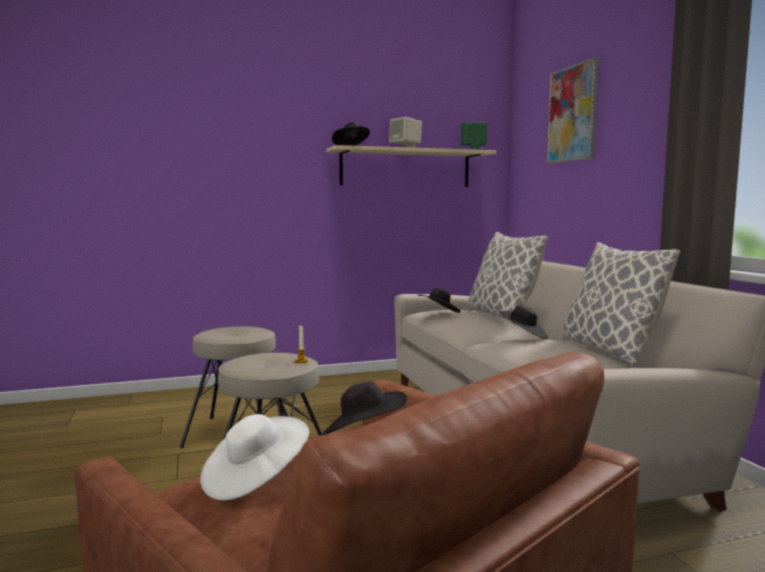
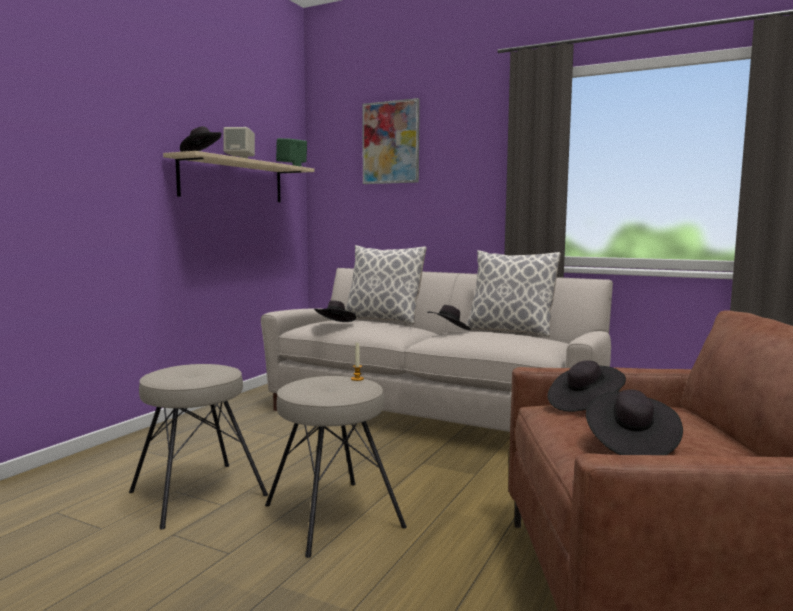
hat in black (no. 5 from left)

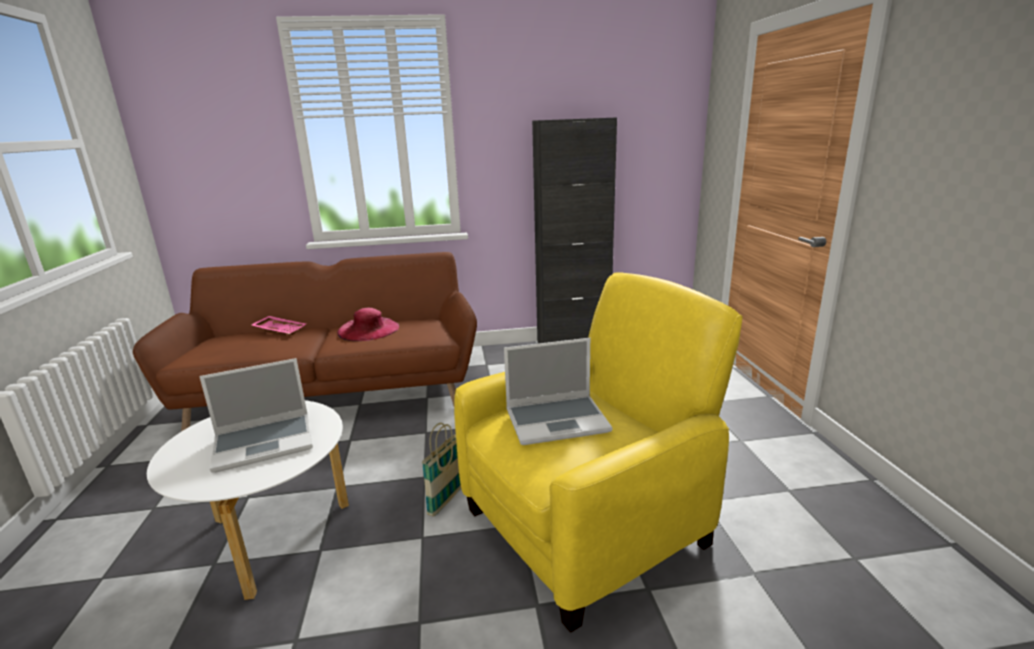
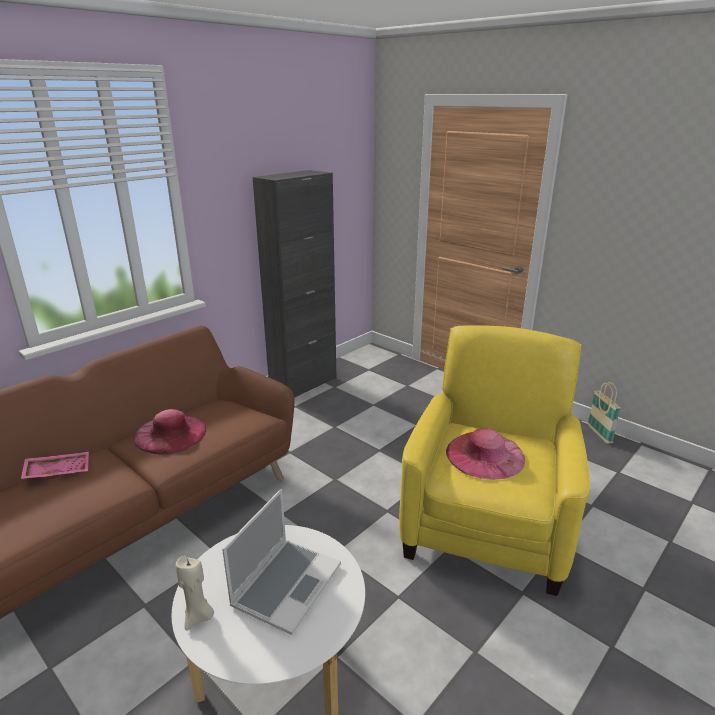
basket
hat in pink (no. 2 from left)
candle in beige

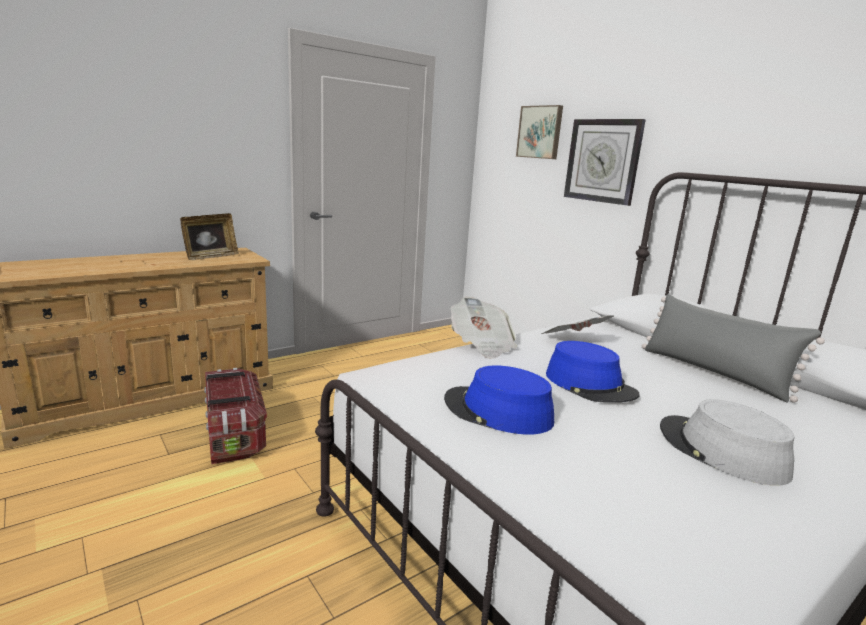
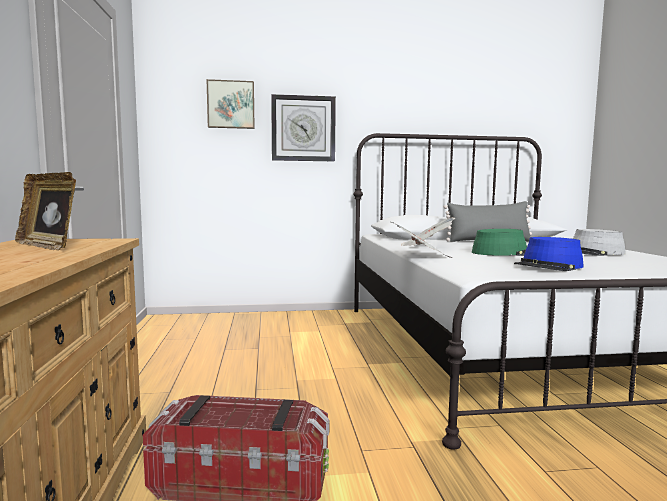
picture frame
hat in green

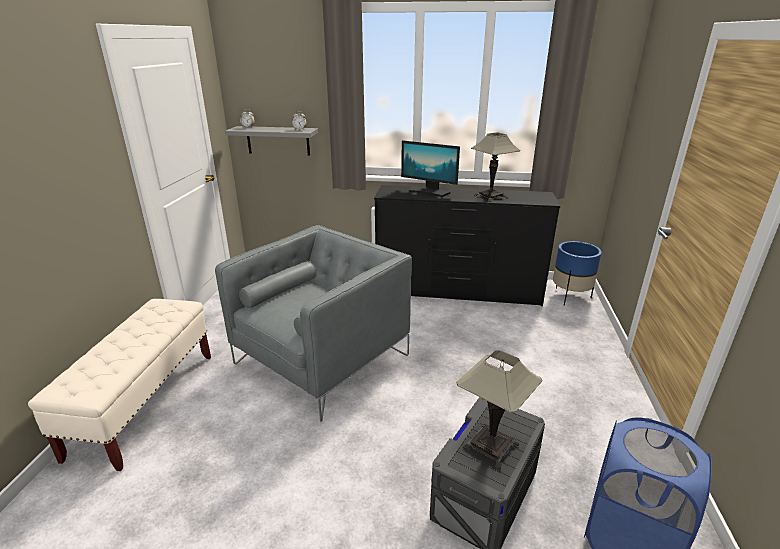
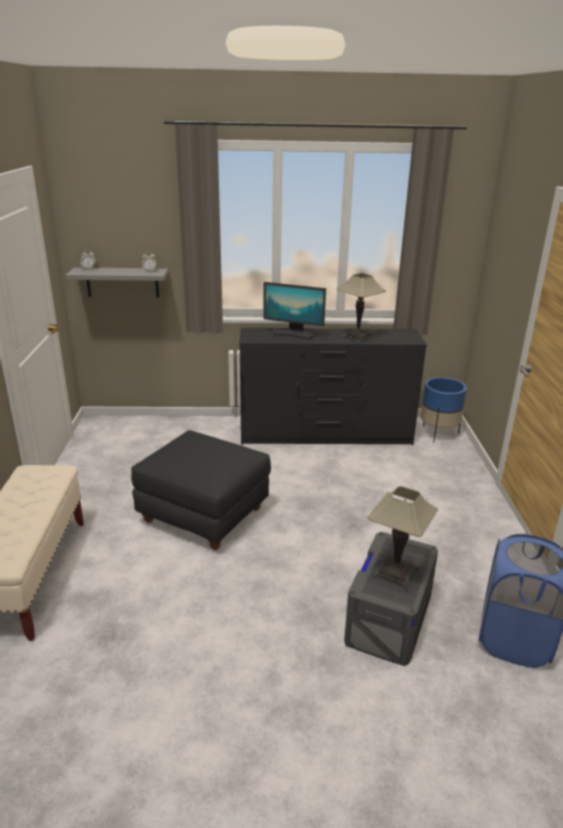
ottoman in black

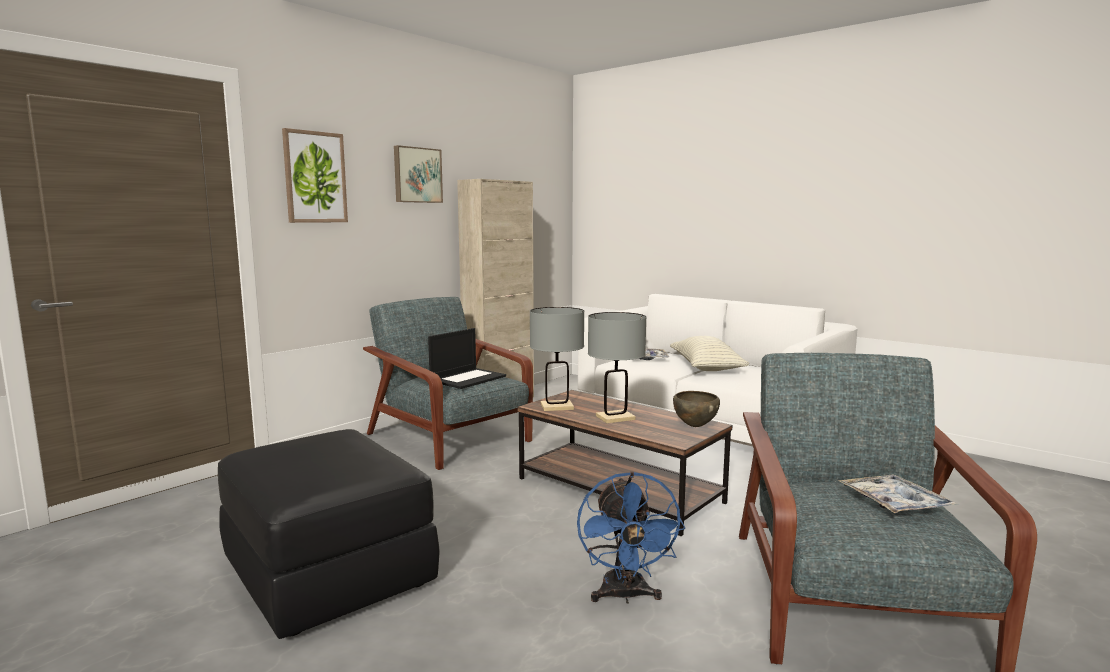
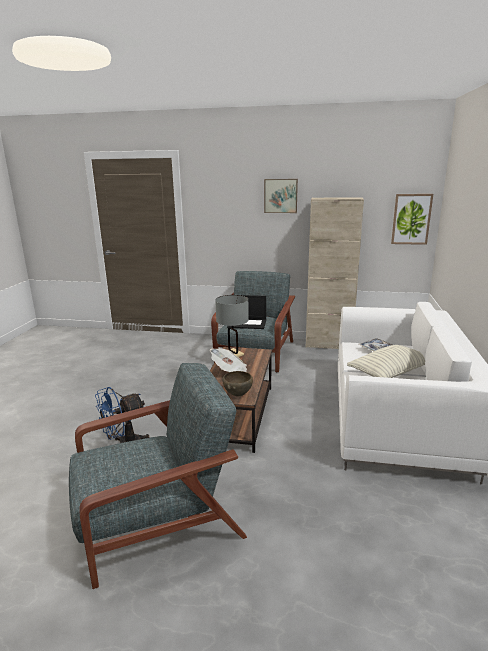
ottoman in black
picture (no. 2 from left)
newspaper
tray (no. 2 from left in the first image)

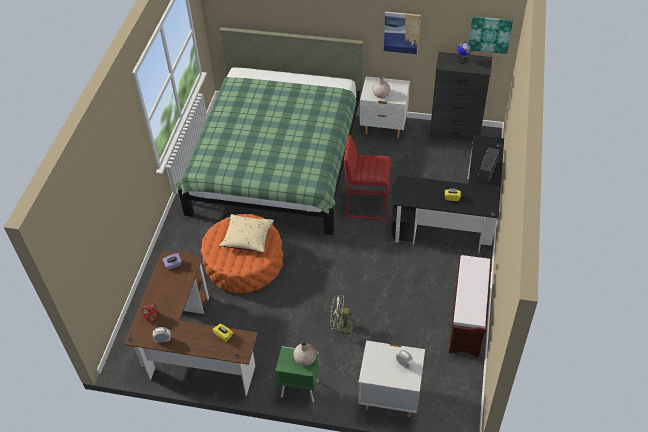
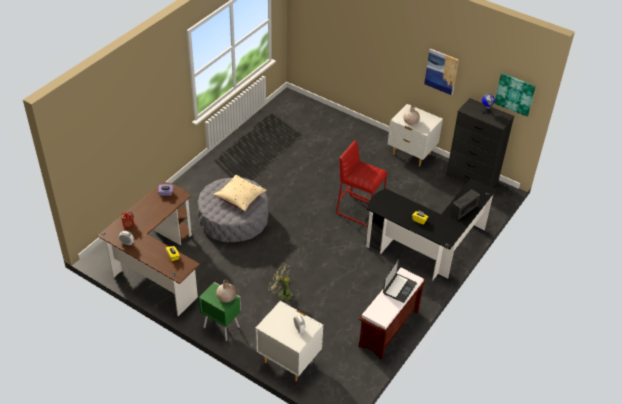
bed in green
ottoman in grey
laptop

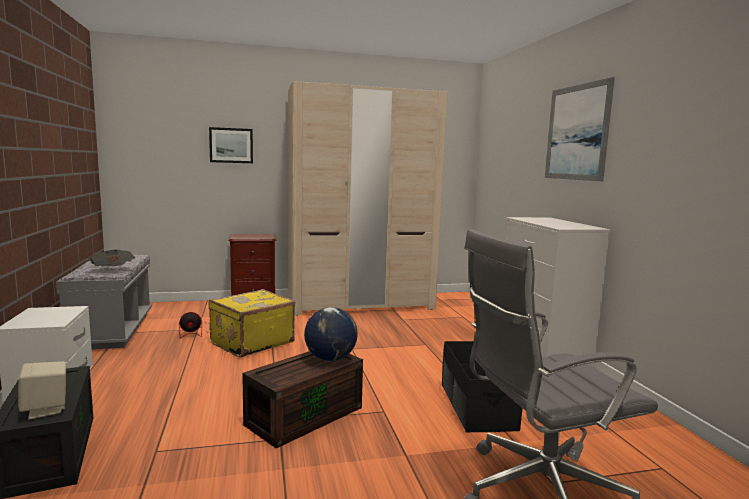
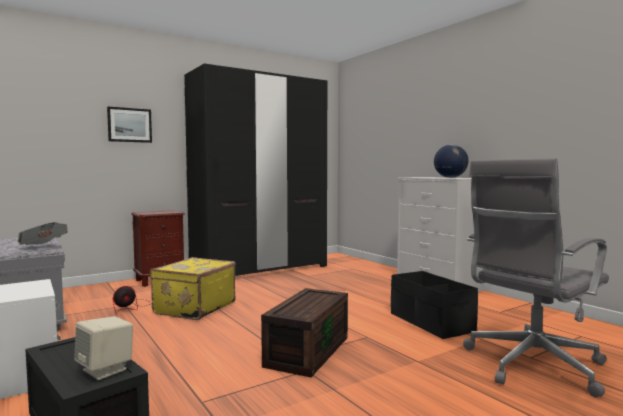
wardrobe in black
globe
picture (no. 2 from left in the first image)

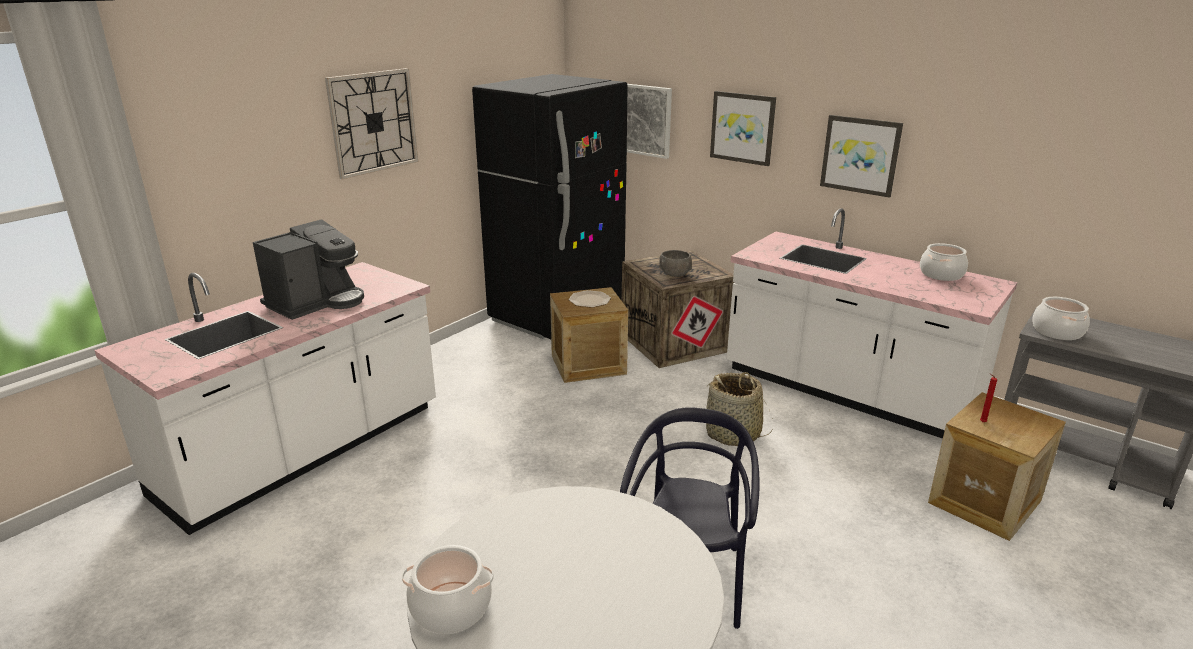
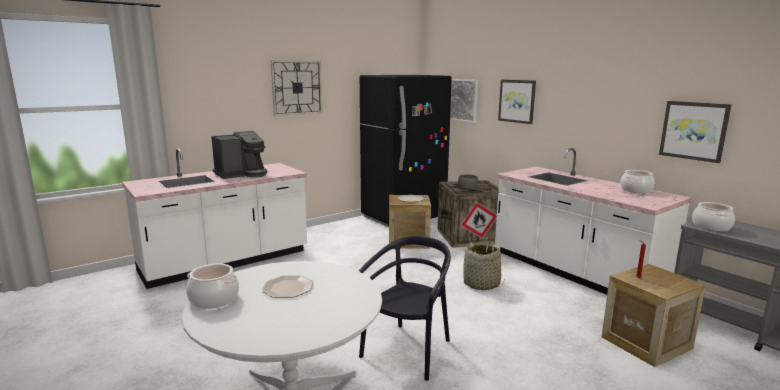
picture (no. 3 from left)
plate (no. 1 from left)

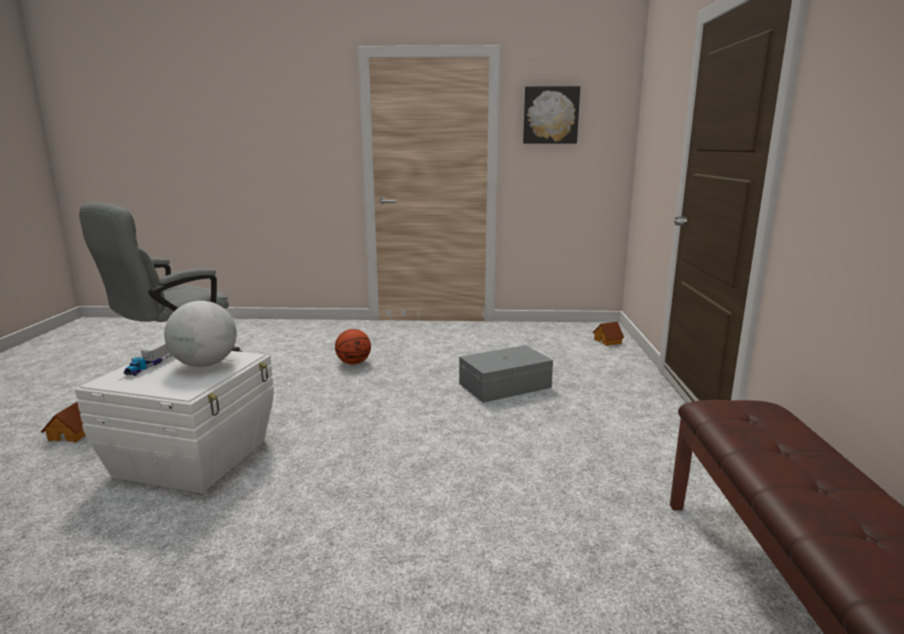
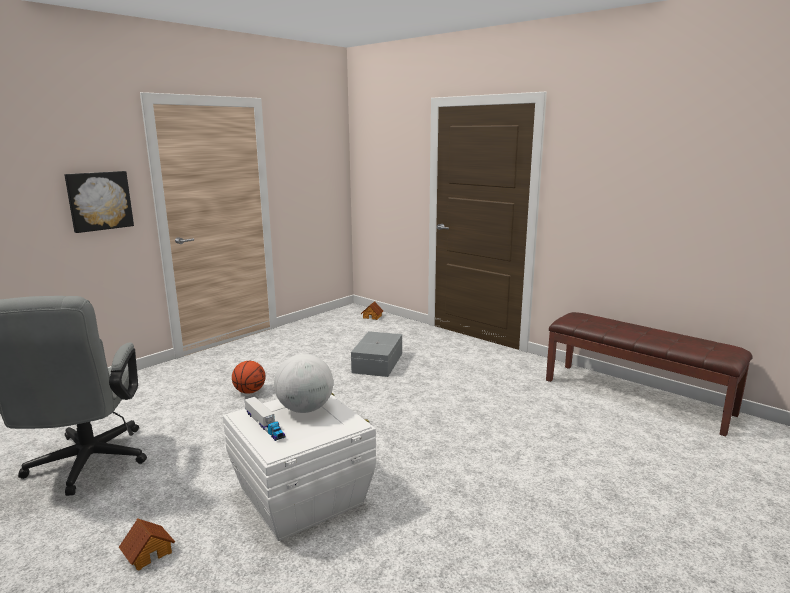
picture

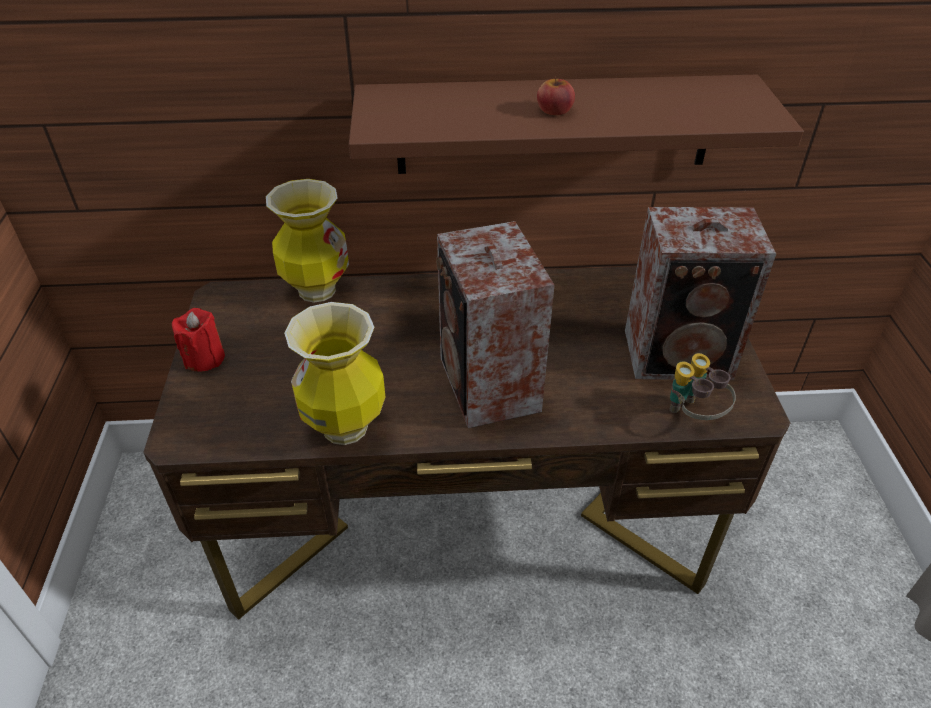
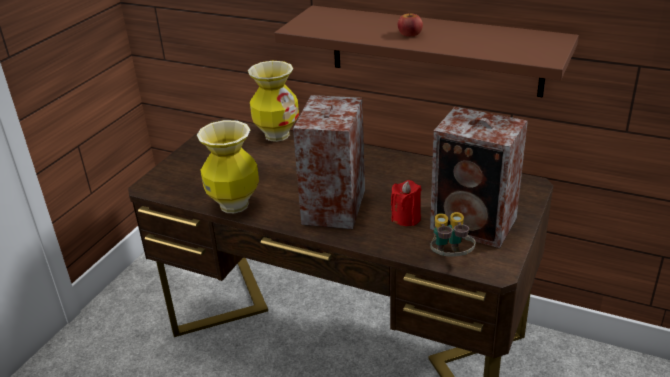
candle in red

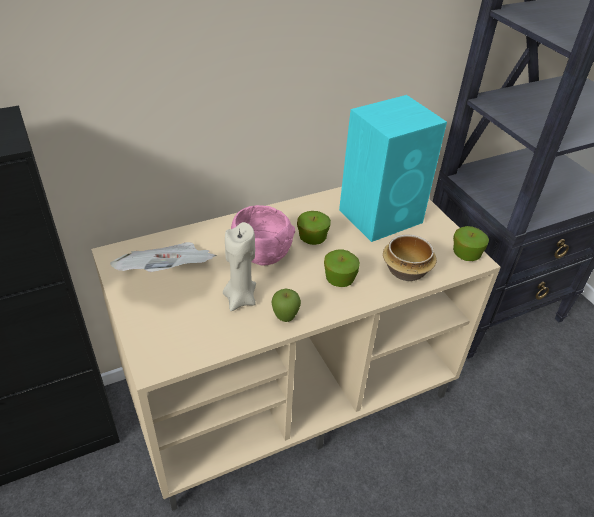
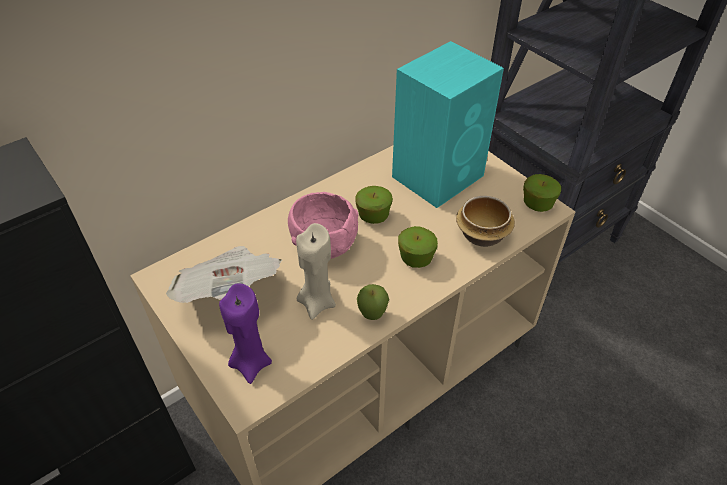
candle in purple

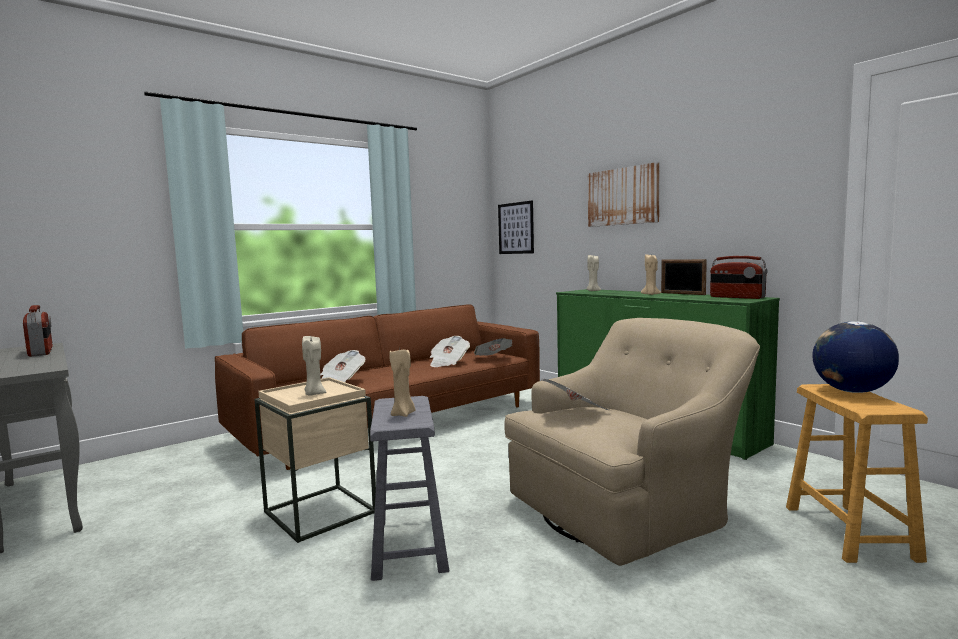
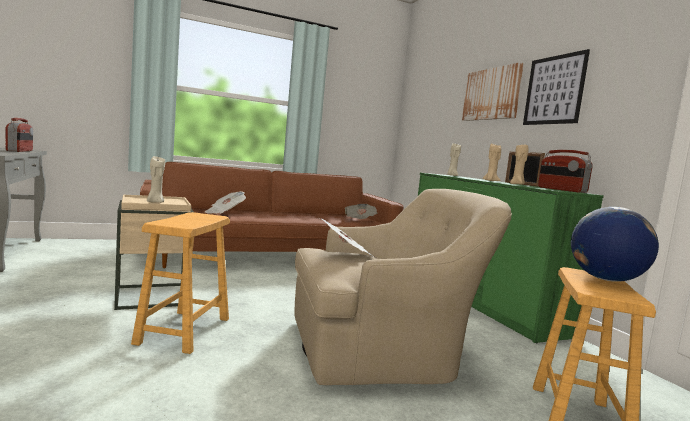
stool in brown (no. 1 from left)
candle in beige (no. 4 from left)
newspaper (no. 2 from left in the first image)
picture (no. 2 from left)

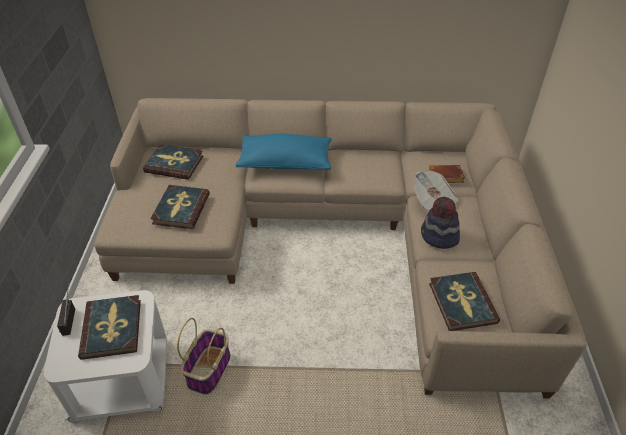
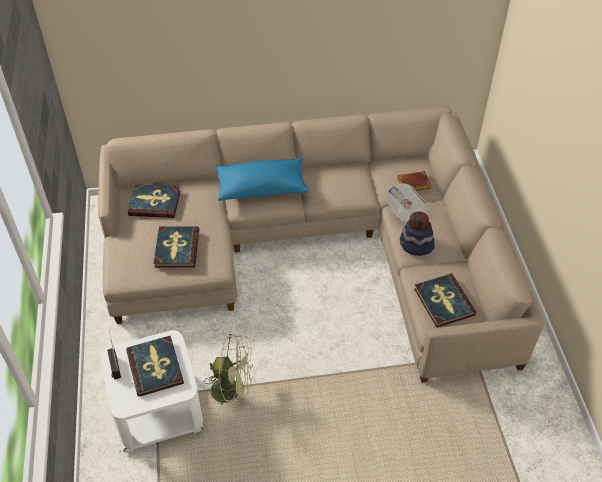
fan in green

